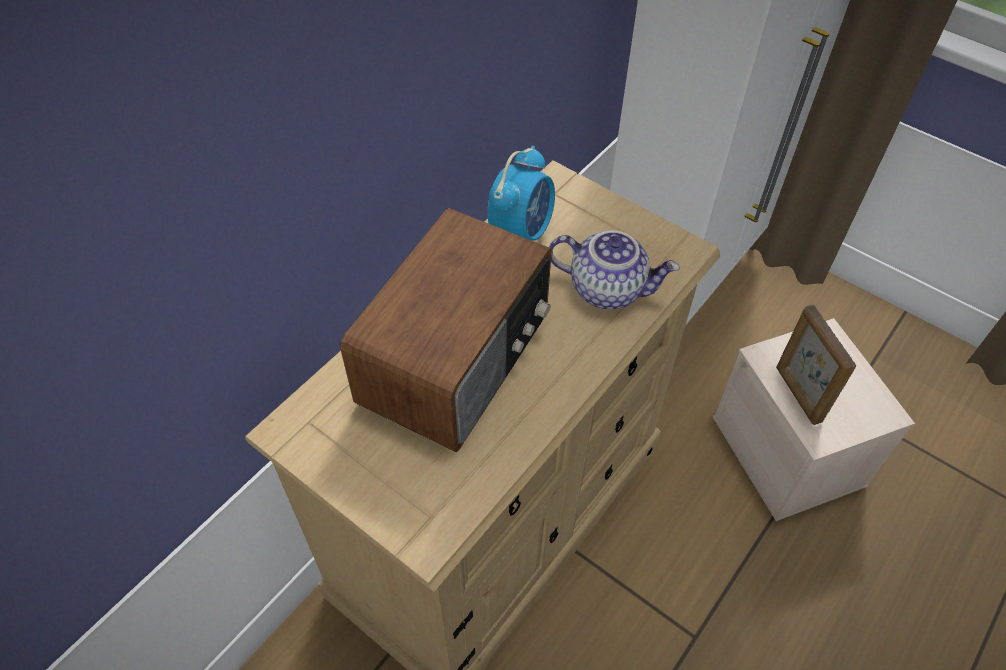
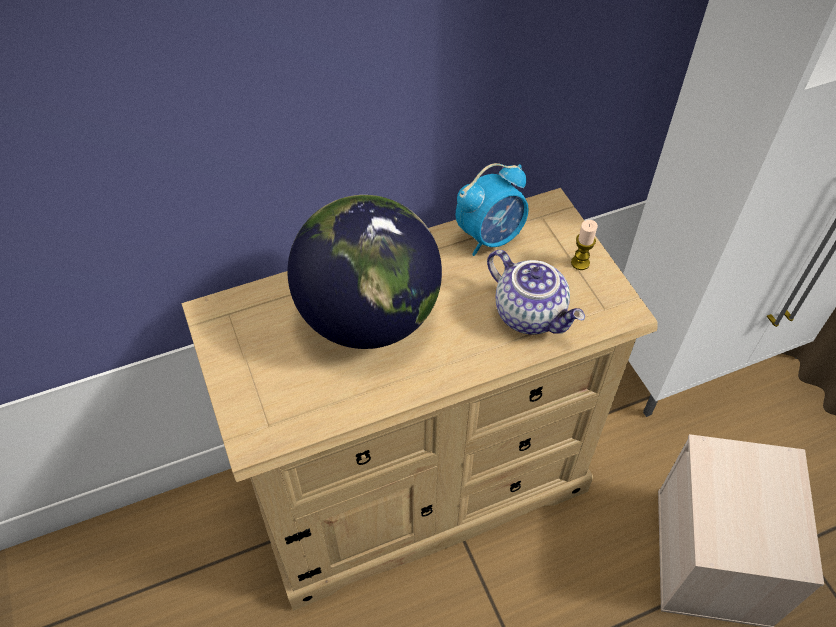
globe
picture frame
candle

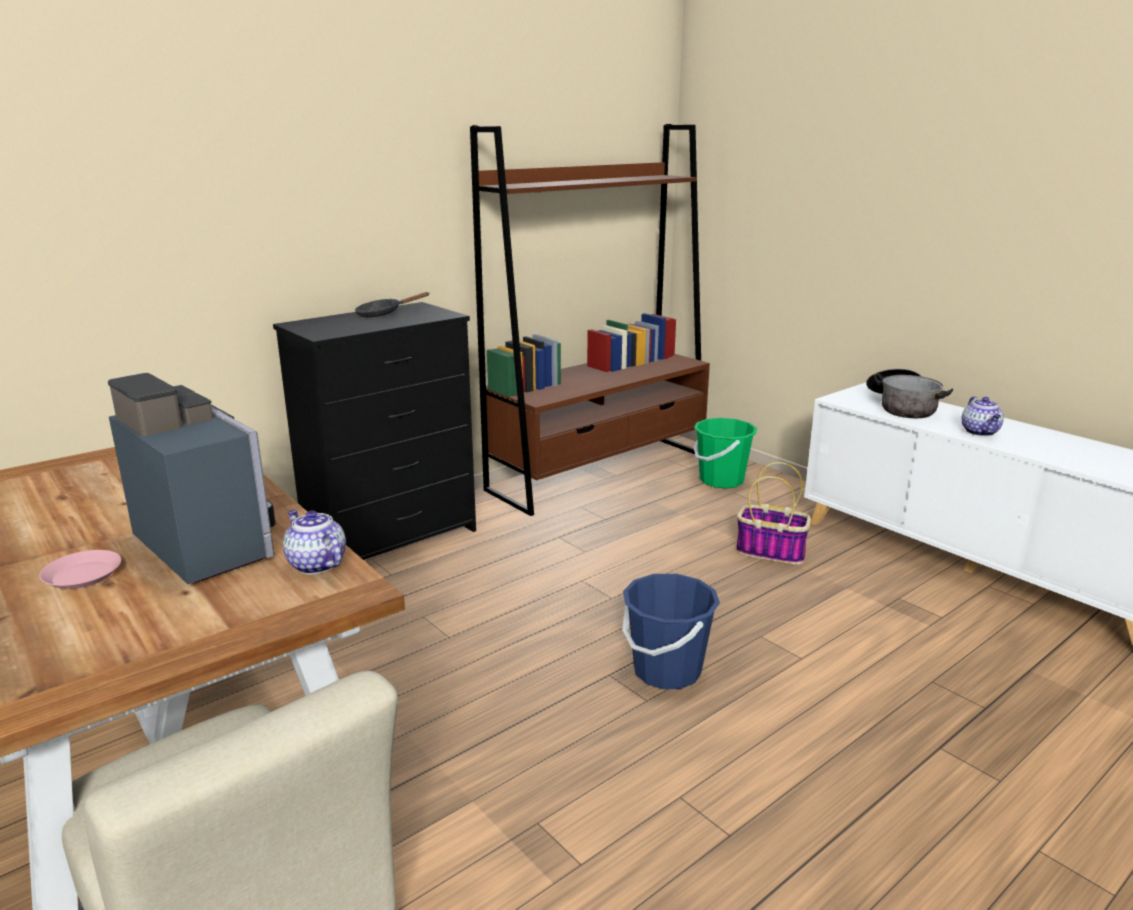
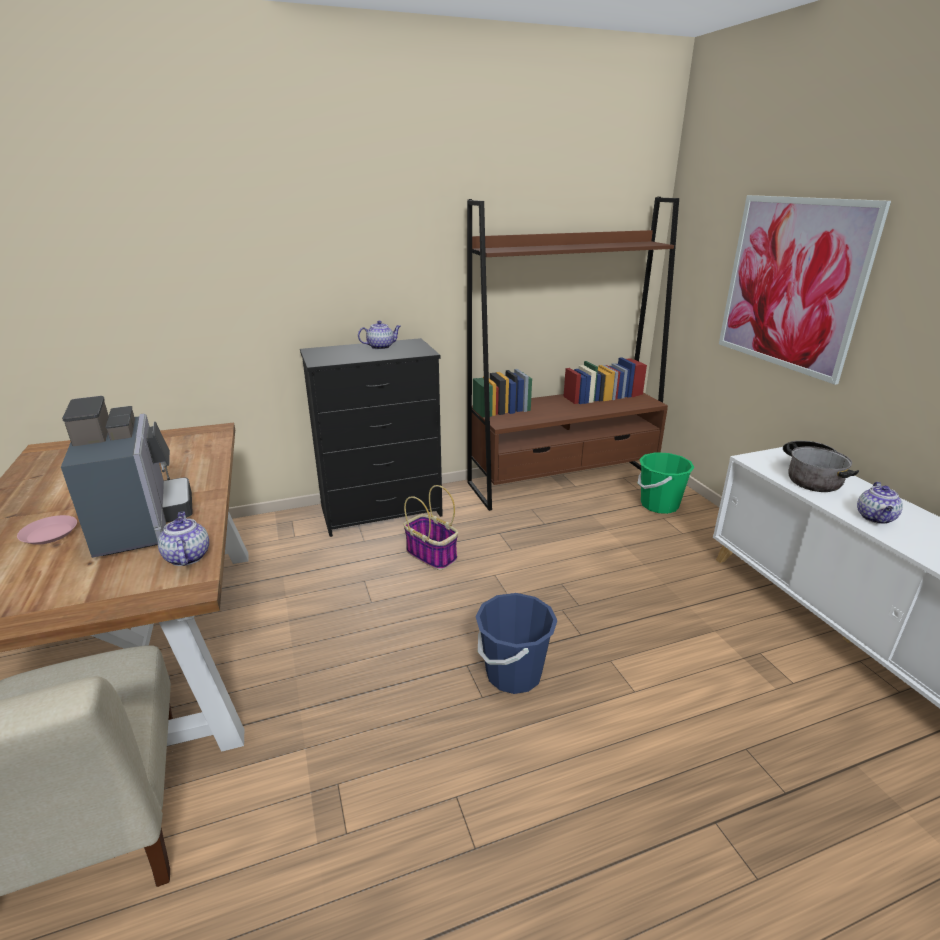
teapot (no. 2 from left)
basket
picture

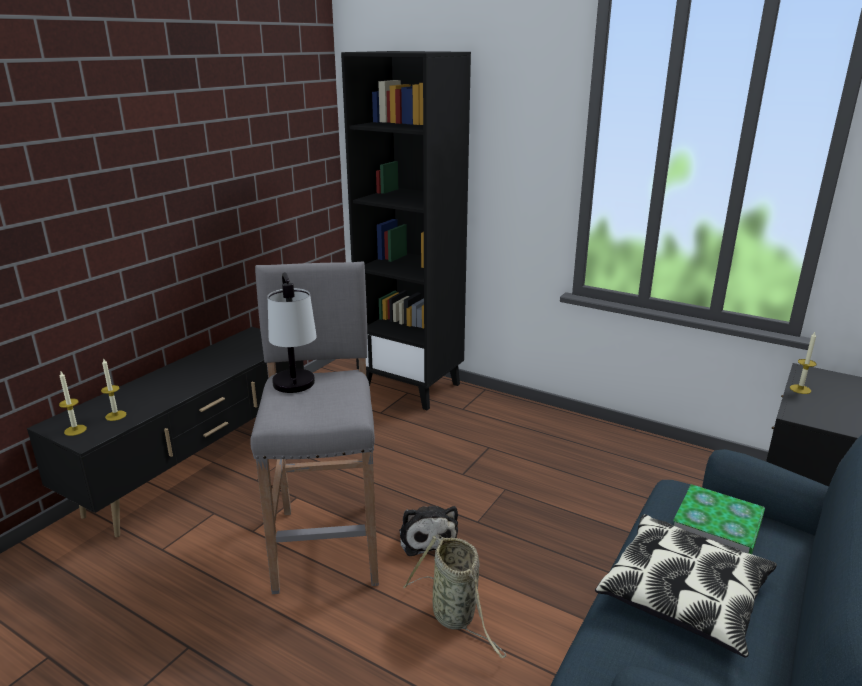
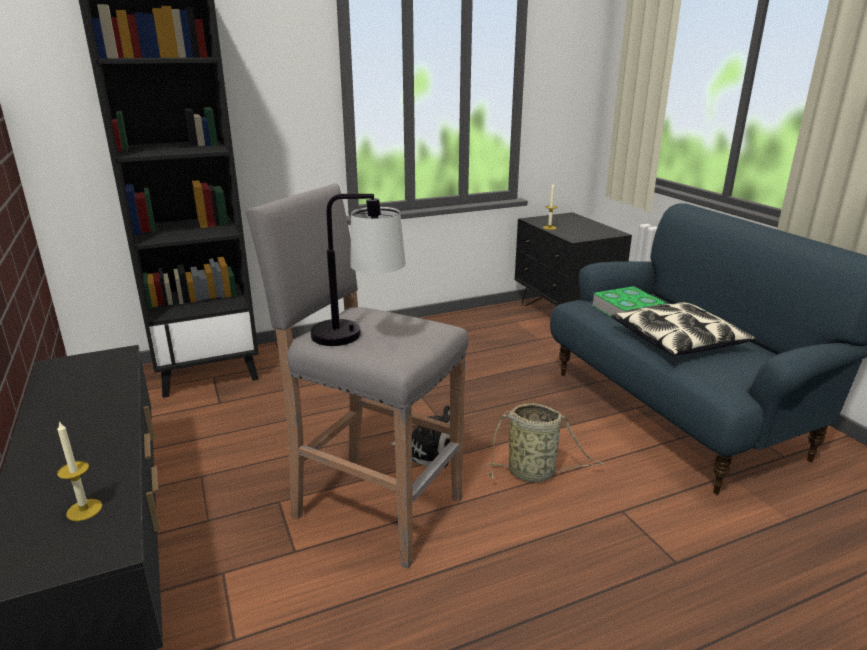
candle (no. 1 from left in the first image)

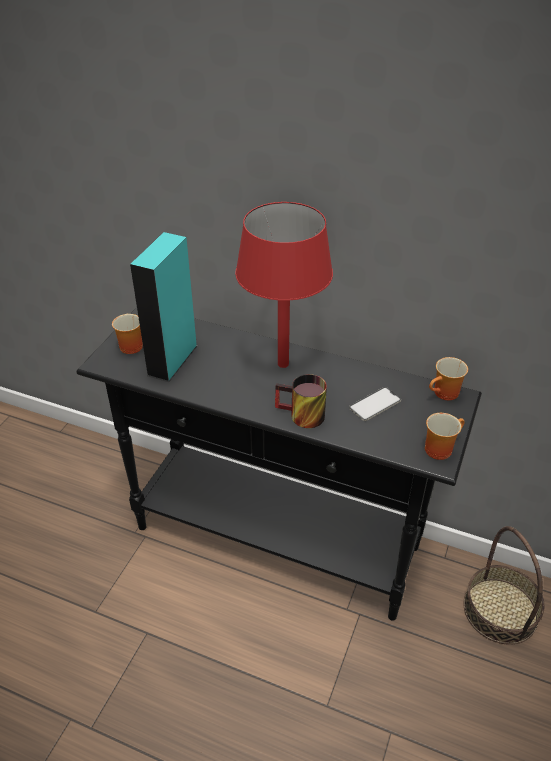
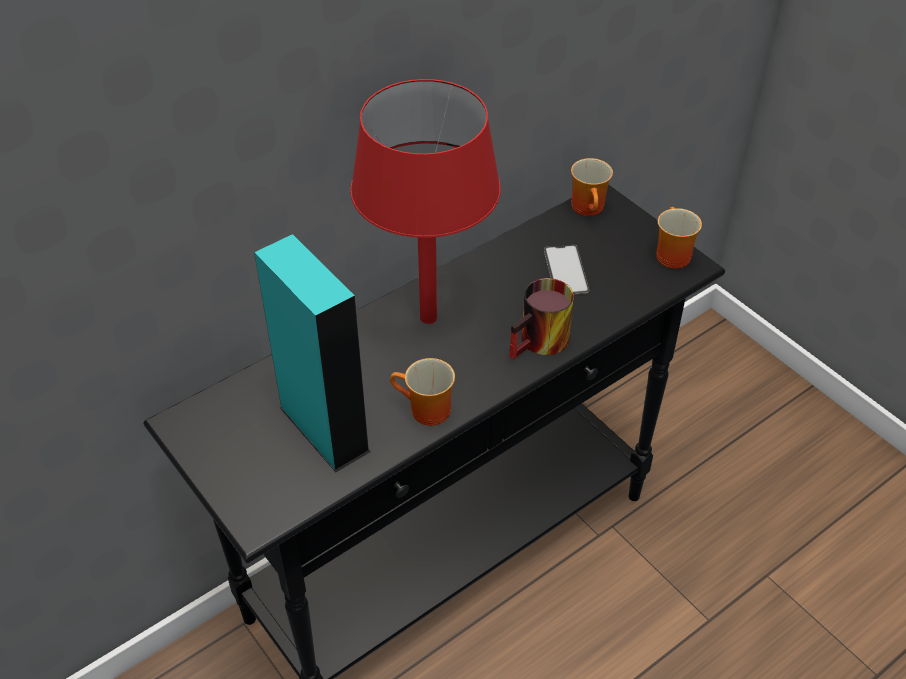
mug (no. 1 from left)
basket

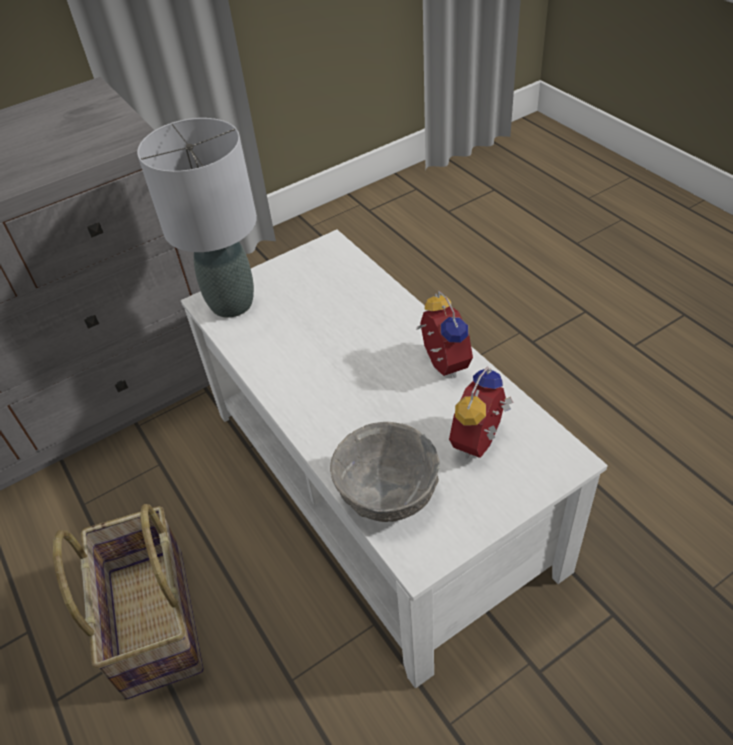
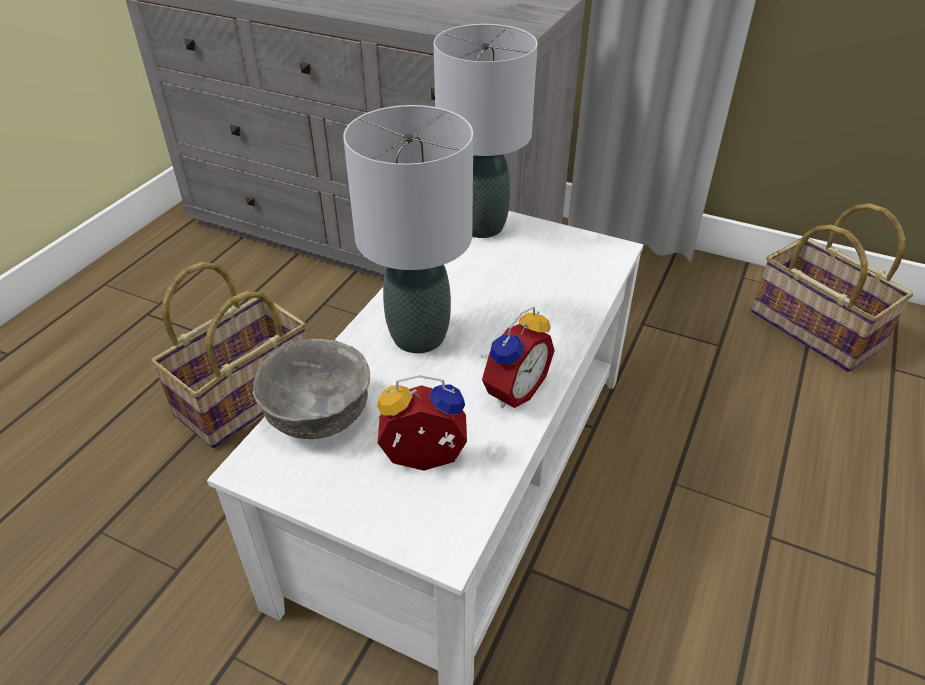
table lamp in grey (no. 1 from left)
basket (no. 2 from left)

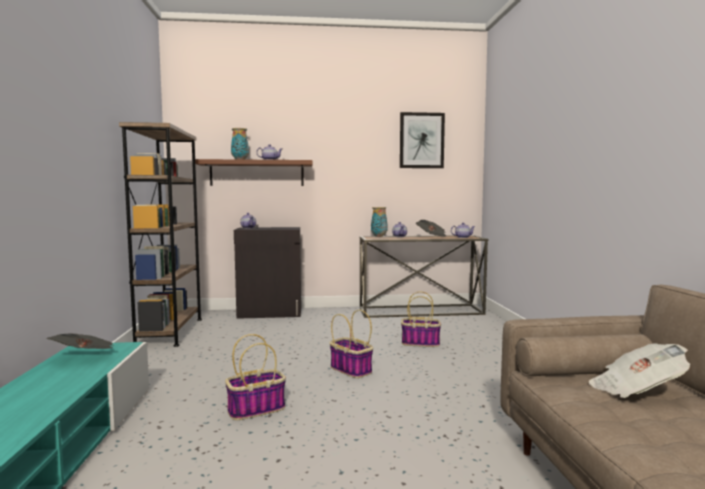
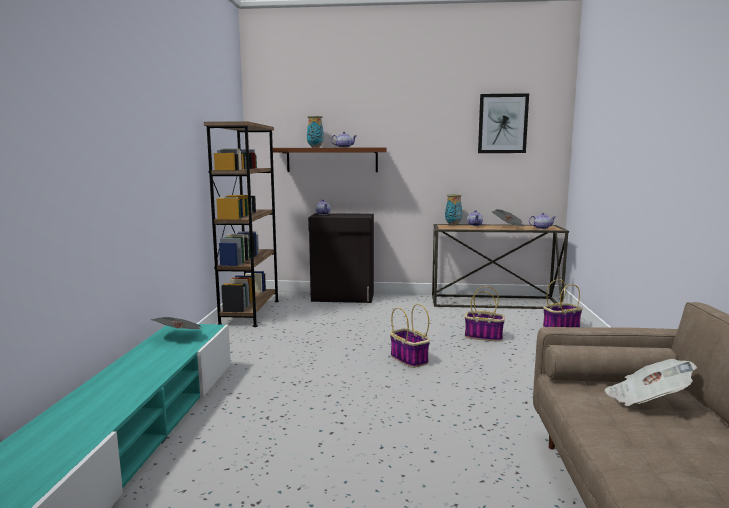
basket (no. 3 from left)

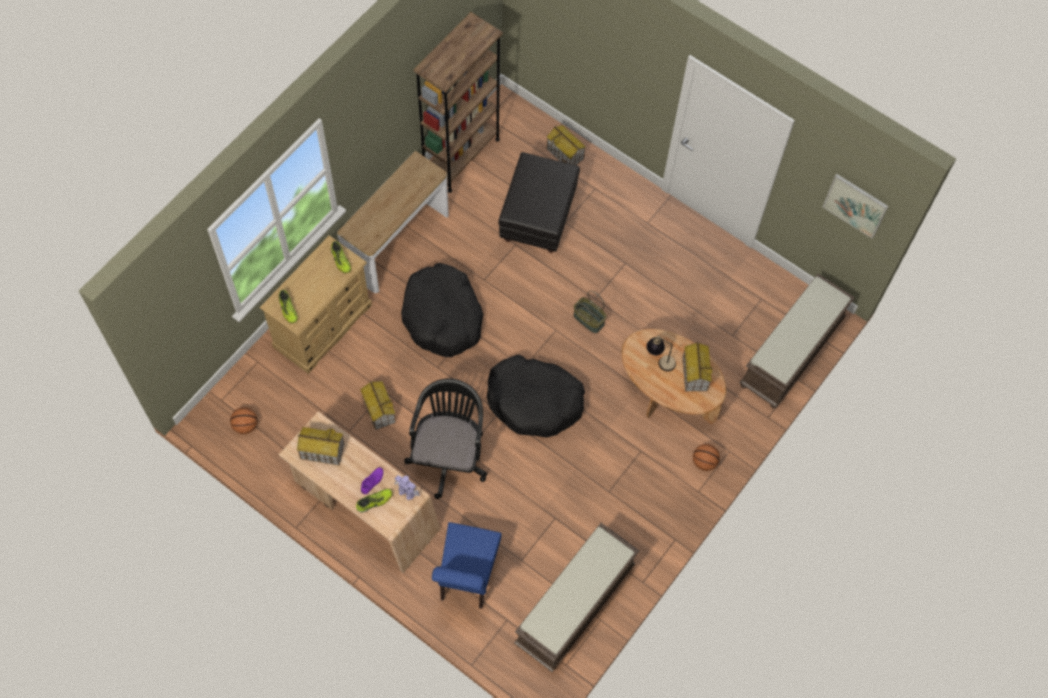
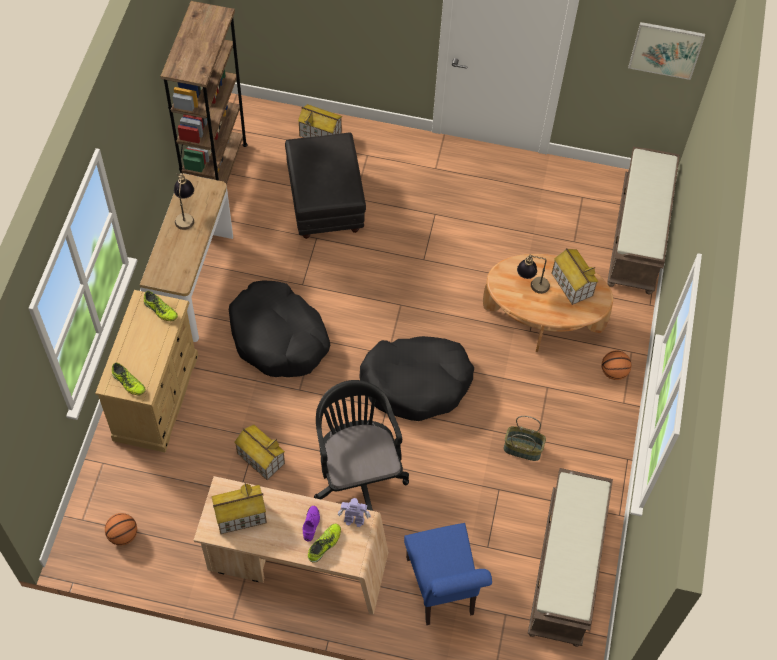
basket
table lamp (no. 1 from left)

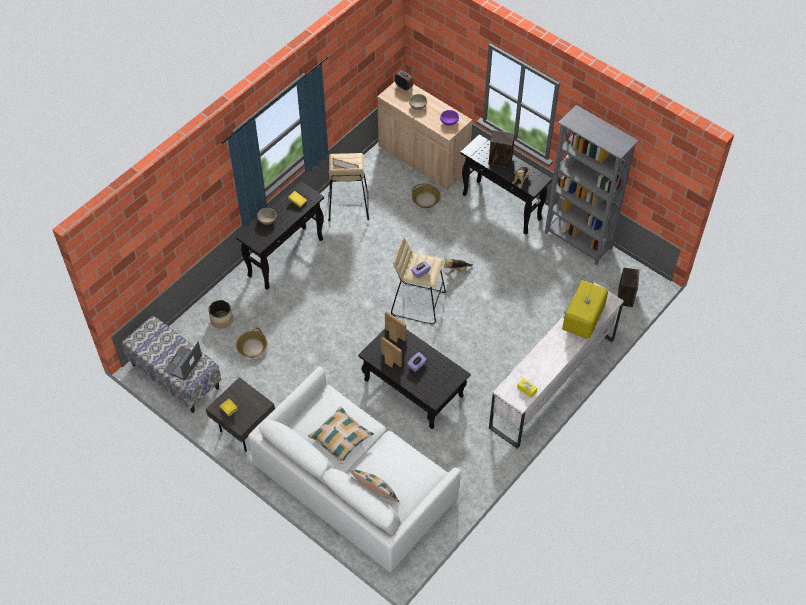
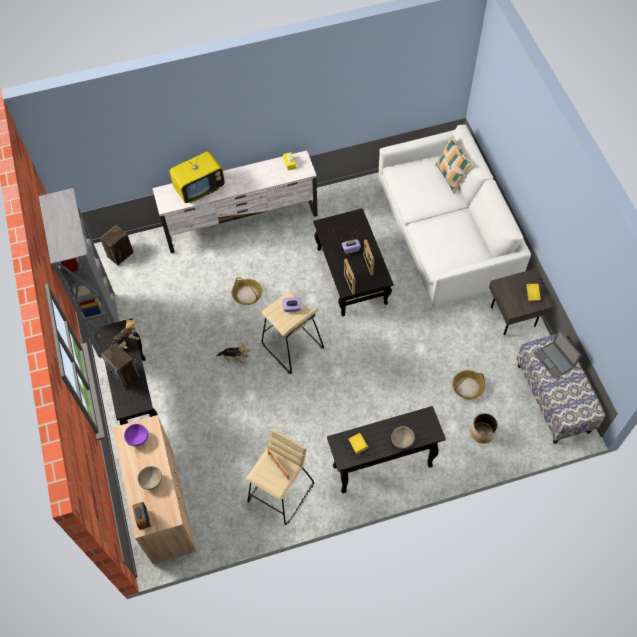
laptop
pillow (no. 1 from left in the first image)
basket (no. 1 from left)

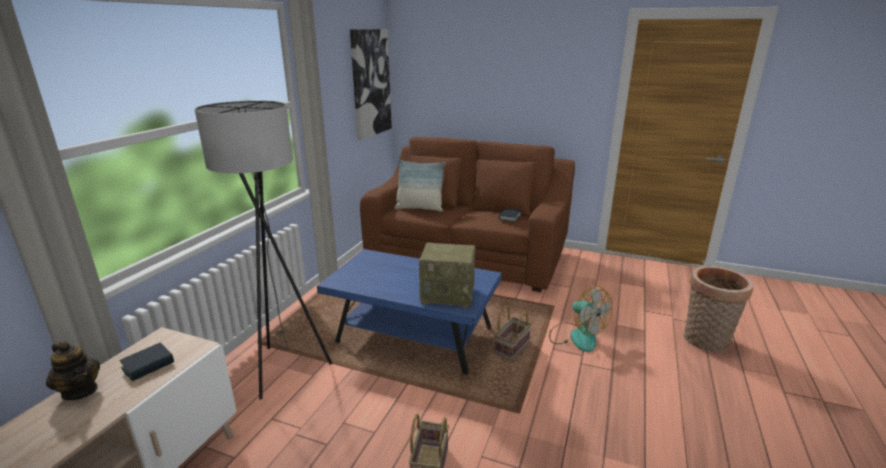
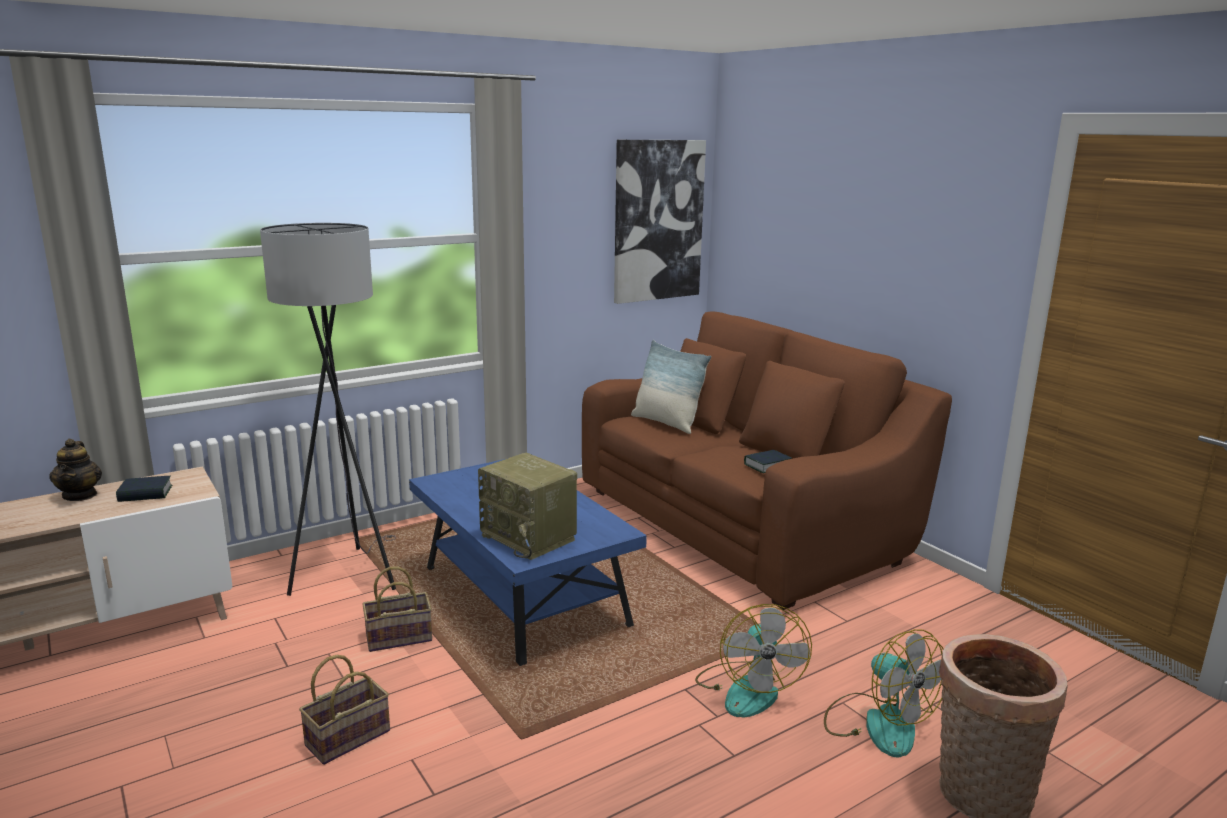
basket (no. 2 from left)
fan (no. 2 from left)

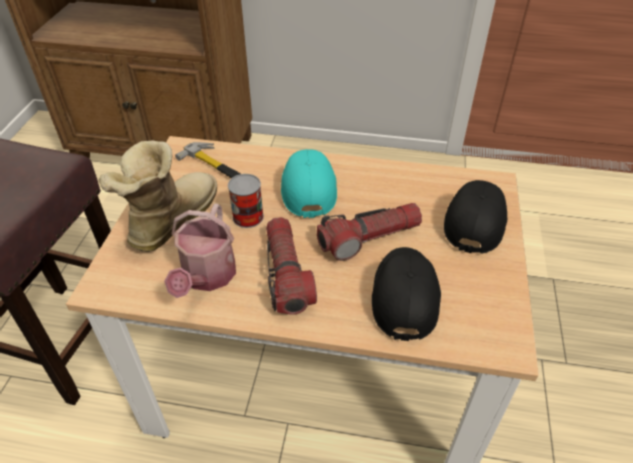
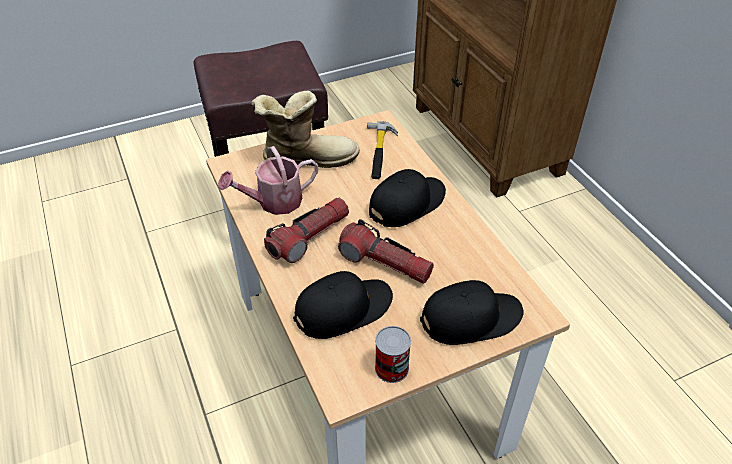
can
cap in black (no. 2 from left)

